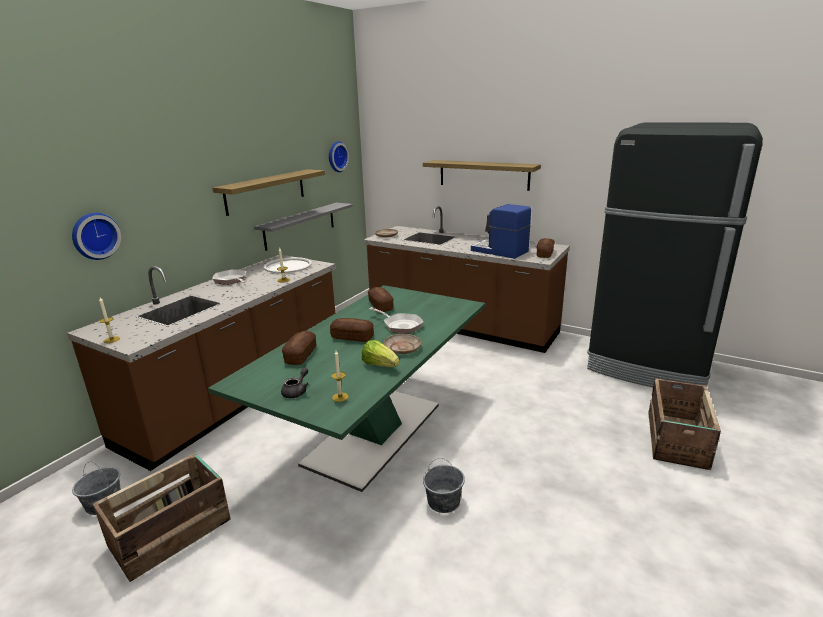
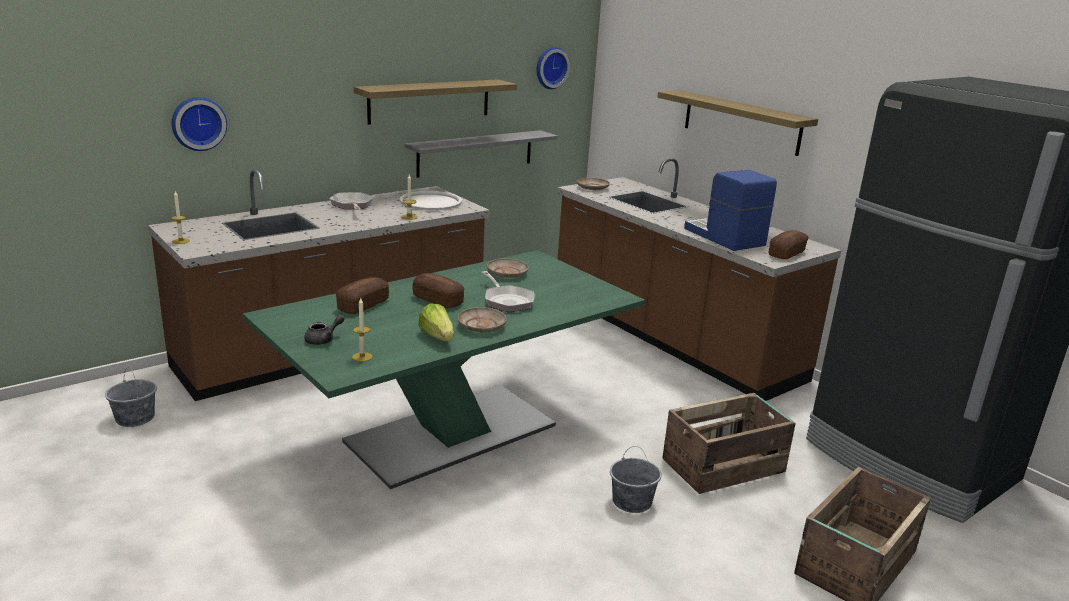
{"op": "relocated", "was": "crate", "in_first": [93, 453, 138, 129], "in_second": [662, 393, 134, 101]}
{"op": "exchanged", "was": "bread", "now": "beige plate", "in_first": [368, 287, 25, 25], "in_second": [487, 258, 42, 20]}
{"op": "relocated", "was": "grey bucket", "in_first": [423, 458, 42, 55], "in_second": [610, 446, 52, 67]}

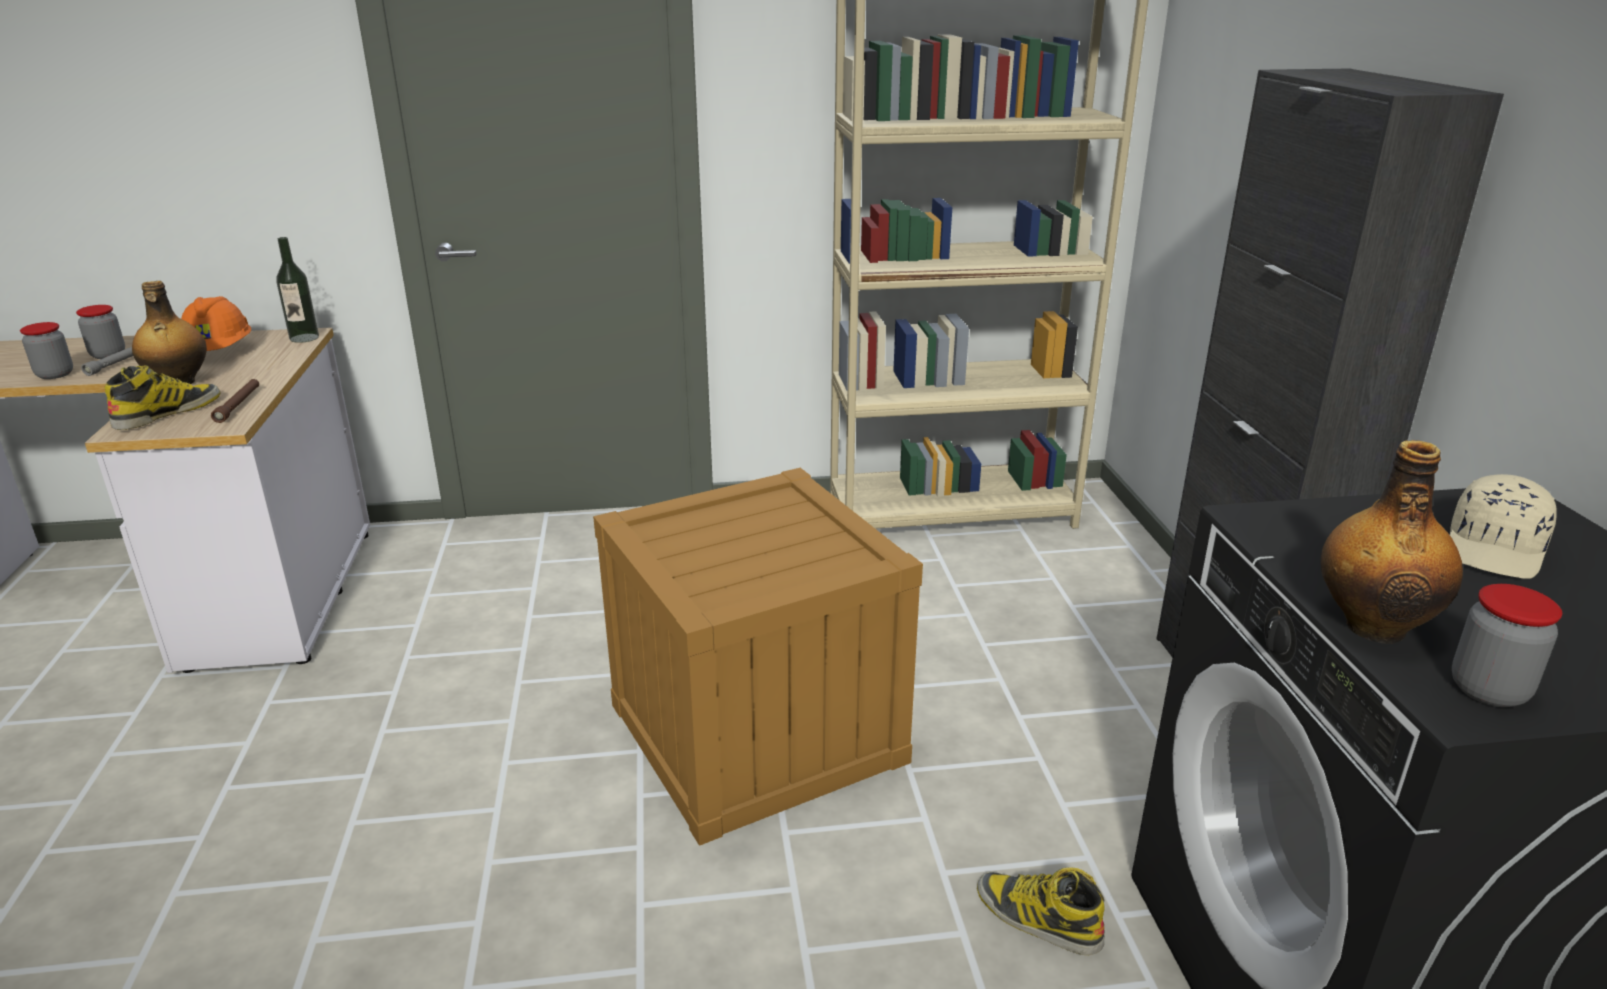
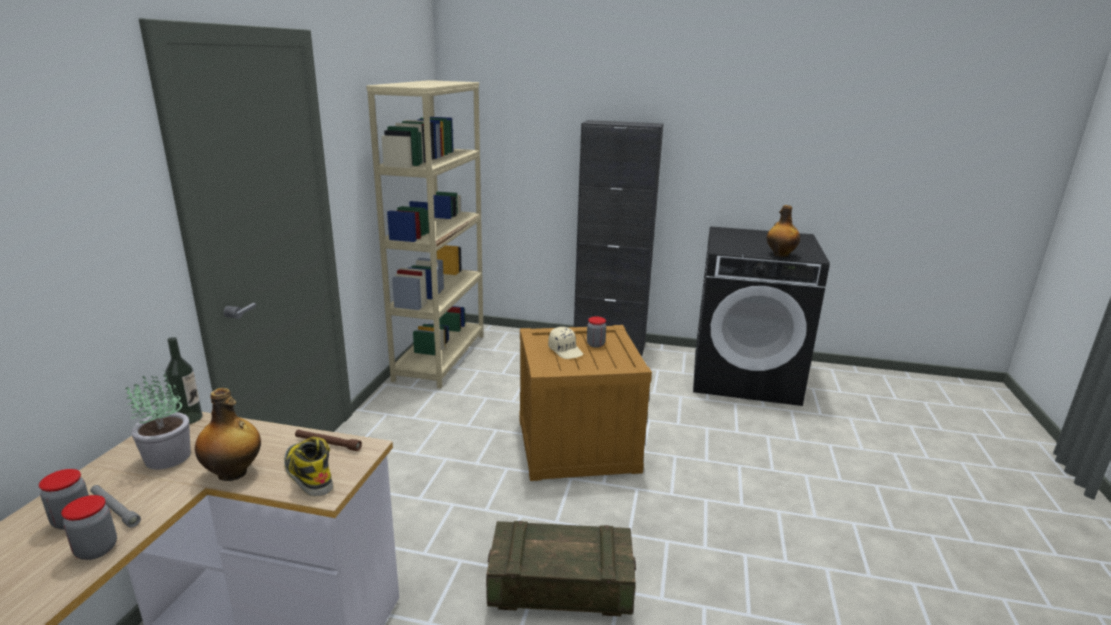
{"op": "exchanged", "was": "orange hard hat", "now": "potted plant", "in_first": [181, 296, 70, 55], "in_second": [126, 370, 65, 99]}
{"op": "missing", "was": "boot", "in_first": [977, 867, 128, 88]}
{"op": "relocated", "was": "beige cap", "in_first": [1450, 474, 107, 105], "in_second": [548, 327, 35, 32]}
{"op": "relocated", "was": "jar", "in_first": [1452, 584, 111, 123], "in_second": [587, 316, 19, 32]}
{"op": "appeared", "now": "crate", "in_second": [486, 521, 150, 95]}

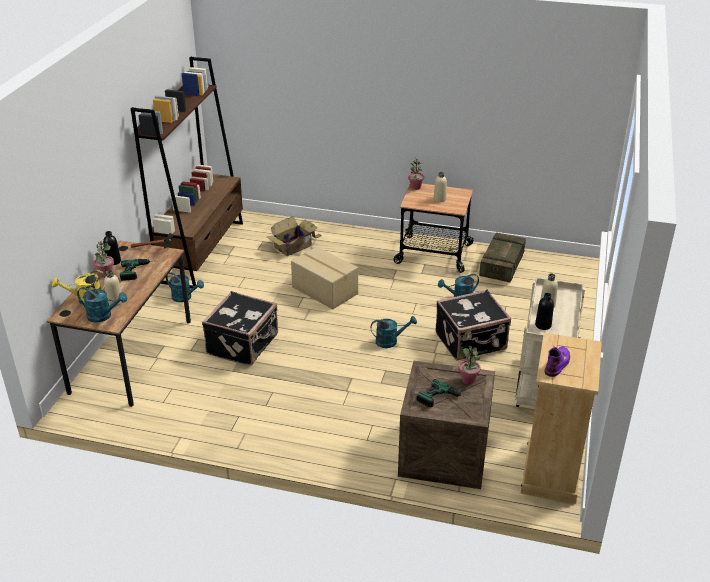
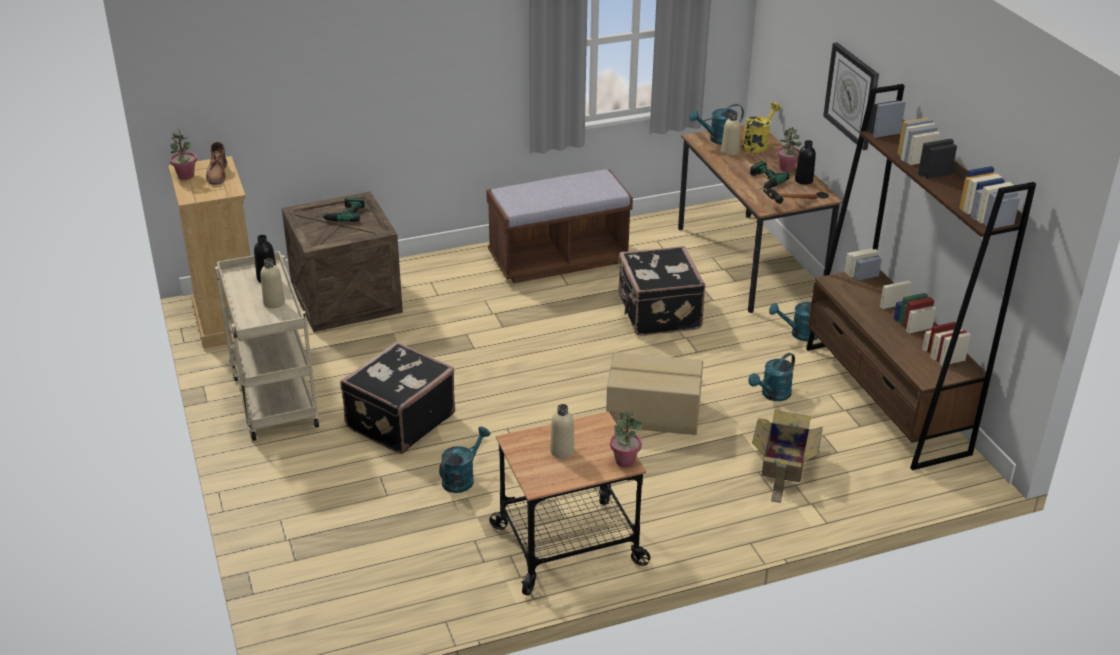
{"op": "relocated", "was": "turquoise watering can", "in_first": [370, 316, 47, 32], "in_second": [748, 353, 47, 48]}
{"op": "relocated", "was": "potted plant", "in_first": [458, 346, 23, 39], "in_second": [170, 129, 27, 51]}
{"op": "missing", "was": "crate", "in_first": [479, 232, 47, 50]}
{"op": "colour", "was": "purple boot", "now": "brown boot", "in_first": [544, 346, 26, 31], "in_second": [206, 142, 21, 43]}
{"op": "appeared", "now": "brown bench", "in_second": [486, 169, 147, 114]}
{"op": "appeared", "now": "wall clock", "in_second": [823, 42, 56, 108]}

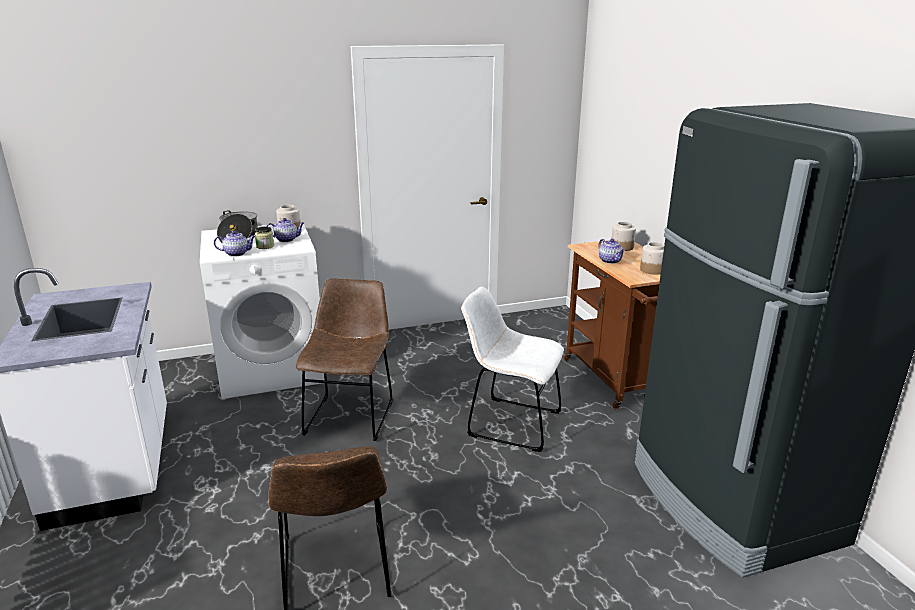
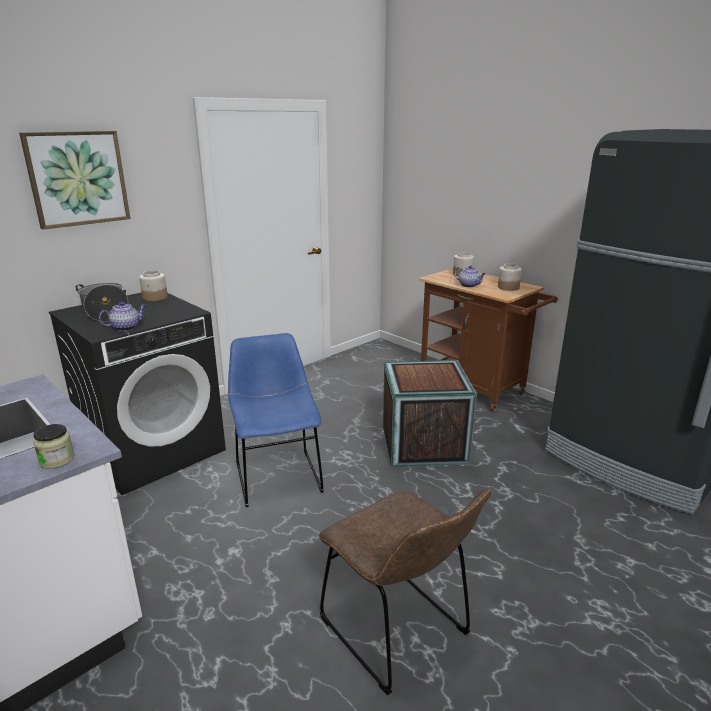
{"op": "colour", "was": "white washing machine", "now": "black washing machine", "in_first": [200, 224, 125, 175], "in_second": [49, 293, 177, 202]}
{"op": "relocated", "was": "jar", "in_first": [255, 226, 19, 23], "in_second": [33, 424, 41, 45]}
{"op": "missing", "was": "teapot", "in_first": [266, 218, 38, 24]}
{"op": "colour", "was": "brown chair", "now": "blue chair", "in_first": [296, 278, 97, 163], "in_second": [228, 333, 96, 174]}
{"op": "exchanged", "was": "white chair", "now": "crate", "in_first": [461, 286, 103, 166], "in_second": [383, 360, 94, 107]}
{"op": "appeared", "now": "picture", "in_second": [19, 131, 111, 99]}

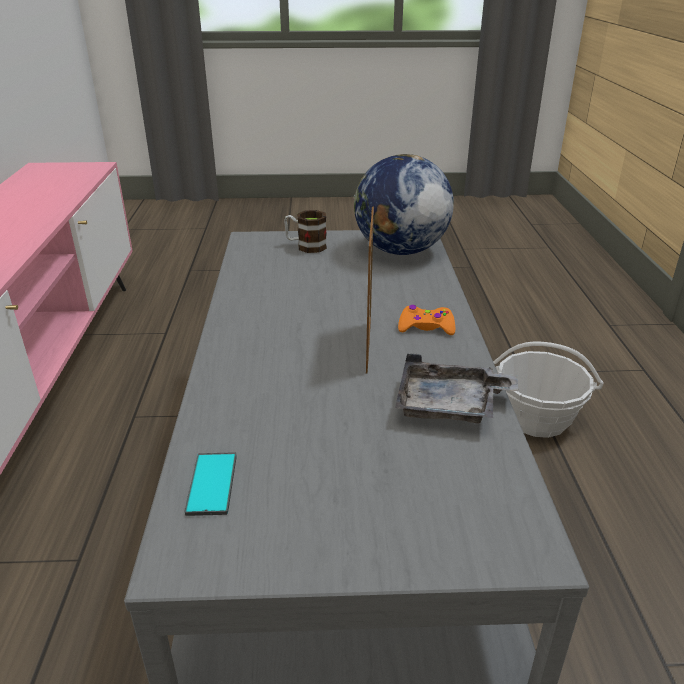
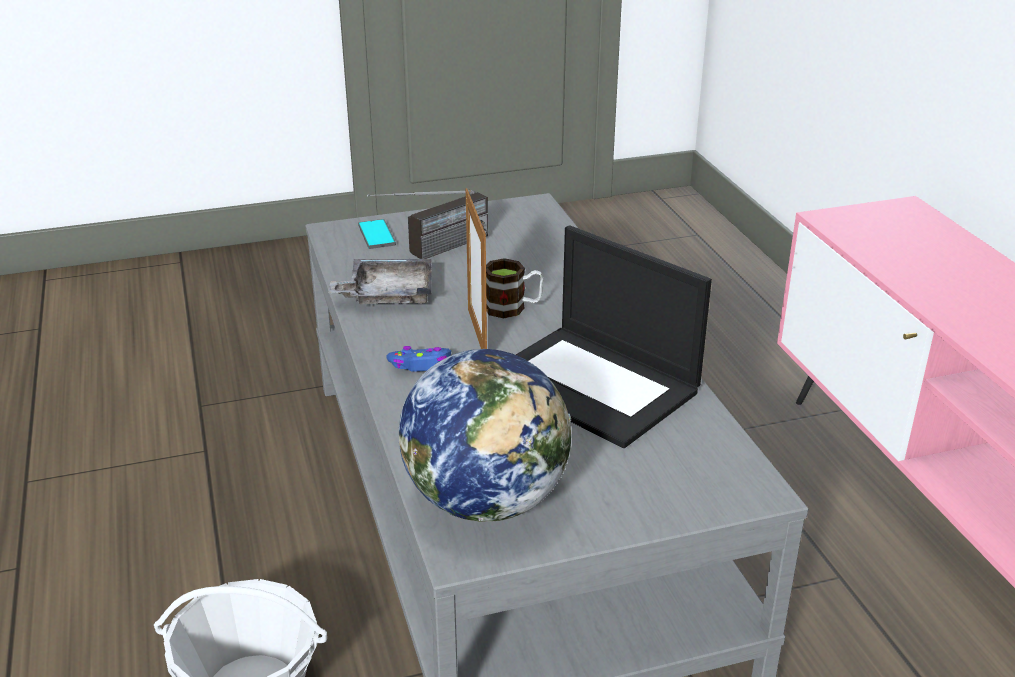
{"op": "relocated", "was": "phone", "in_first": [185, 452, 52, 64], "in_second": [358, 219, 38, 30]}
{"op": "relocated", "was": "mug", "in_first": [284, 210, 43, 43], "in_second": [486, 258, 58, 60]}
{"op": "colour", "was": "orange game controller", "now": "blue game controller", "in_first": [398, 305, 57, 30], "in_second": [386, 346, 65, 26]}
{"op": "appeared", "now": "radio", "in_second": [367, 190, 121, 69]}
{"op": "appeared", "now": "laptop", "in_second": [516, 225, 196, 223]}

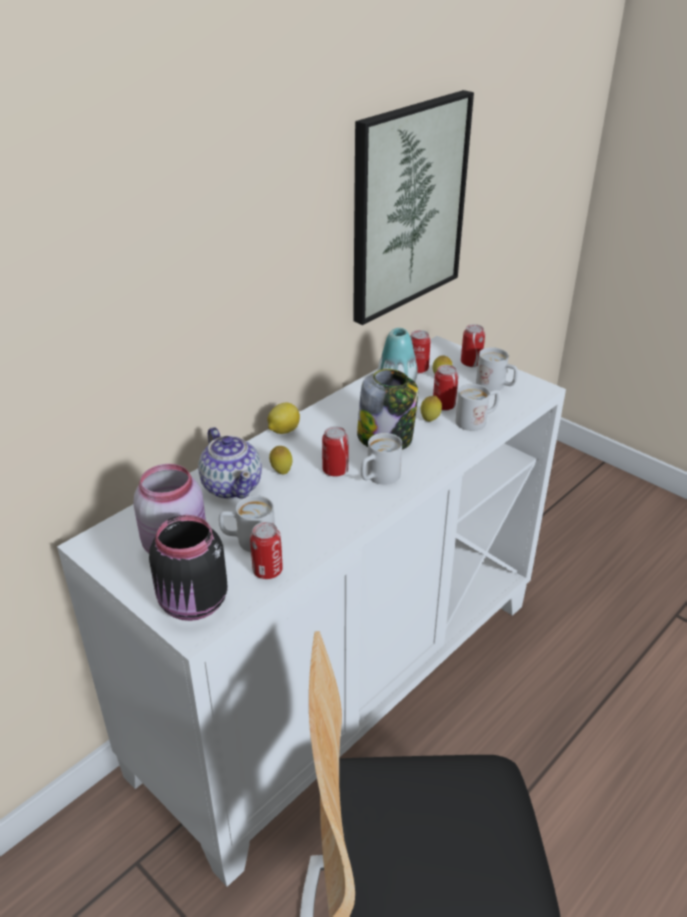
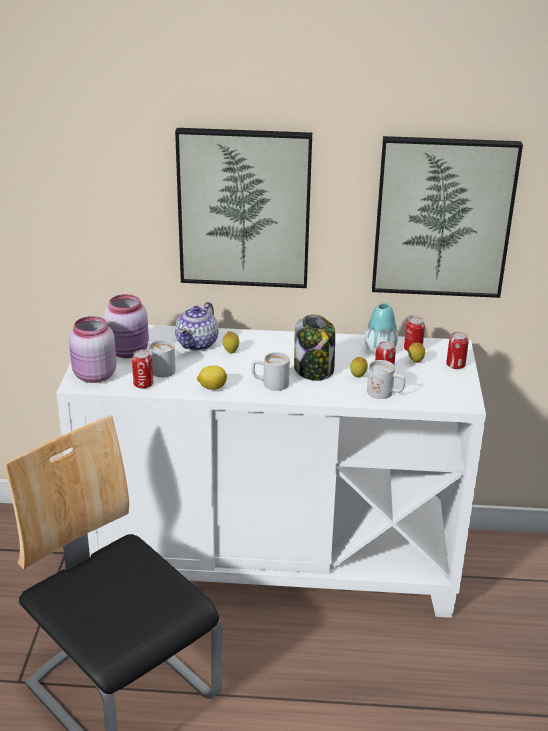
{"op": "colour", "was": "black jar", "now": "pink jar", "in_first": [149, 515, 79, 106], "in_second": [69, 316, 48, 67]}
{"op": "relocated", "was": "lemon", "in_first": [267, 403, 33, 31], "in_second": [197, 365, 30, 25]}
{"op": "missing", "was": "can", "in_first": [322, 426, 26, 51]}
{"op": "missing", "was": "white mug", "in_first": [476, 347, 42, 44]}
{"op": "appeared", "now": "picture", "in_second": [175, 128, 137, 160]}

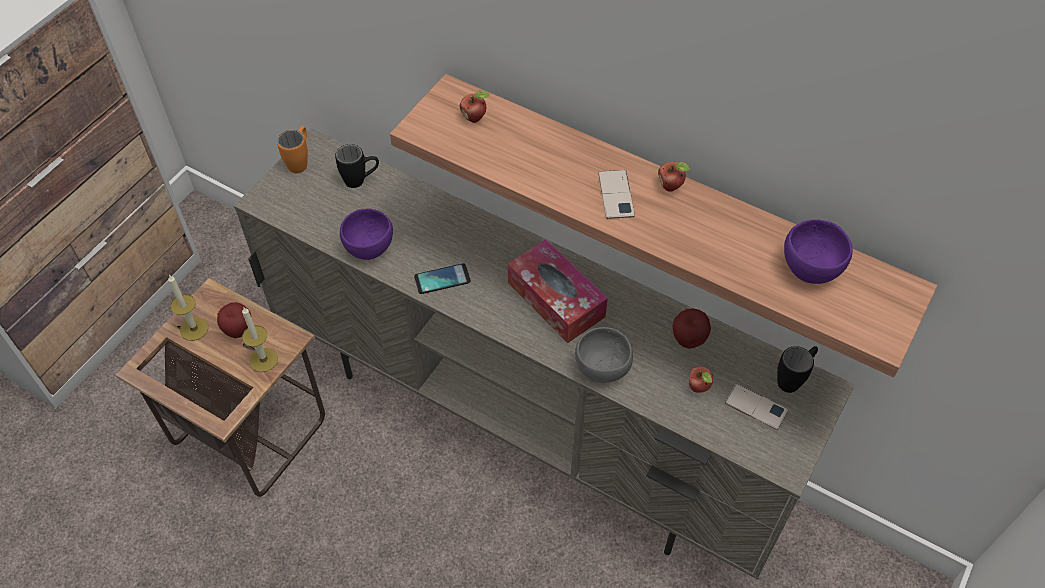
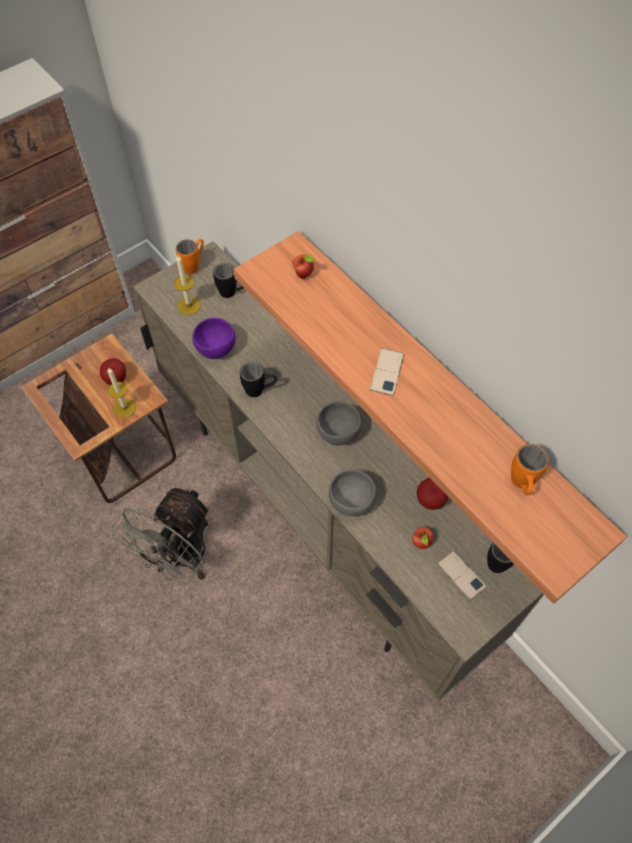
{"op": "relocated", "was": "candle", "in_first": [168, 275, 40, 66], "in_second": [174, 255, 27, 60]}
{"op": "exchanged", "was": "phone", "now": "black mug", "in_first": [414, 263, 57, 31], "in_second": [240, 362, 37, 35]}
{"op": "exchanged", "was": "tissue box", "now": "grey bowl", "in_first": [508, 239, 100, 104], "in_second": [316, 401, 46, 45]}
{"op": "missing", "was": "apple", "in_first": [658, 161, 32, 31]}
{"op": "exchanged", "was": "purple bowl", "now": "orange mug", "in_first": [784, 219, 69, 65], "in_second": [511, 444, 38, 51]}
{"op": "appeared", "now": "grey fan", "in_second": [112, 487, 98, 98]}

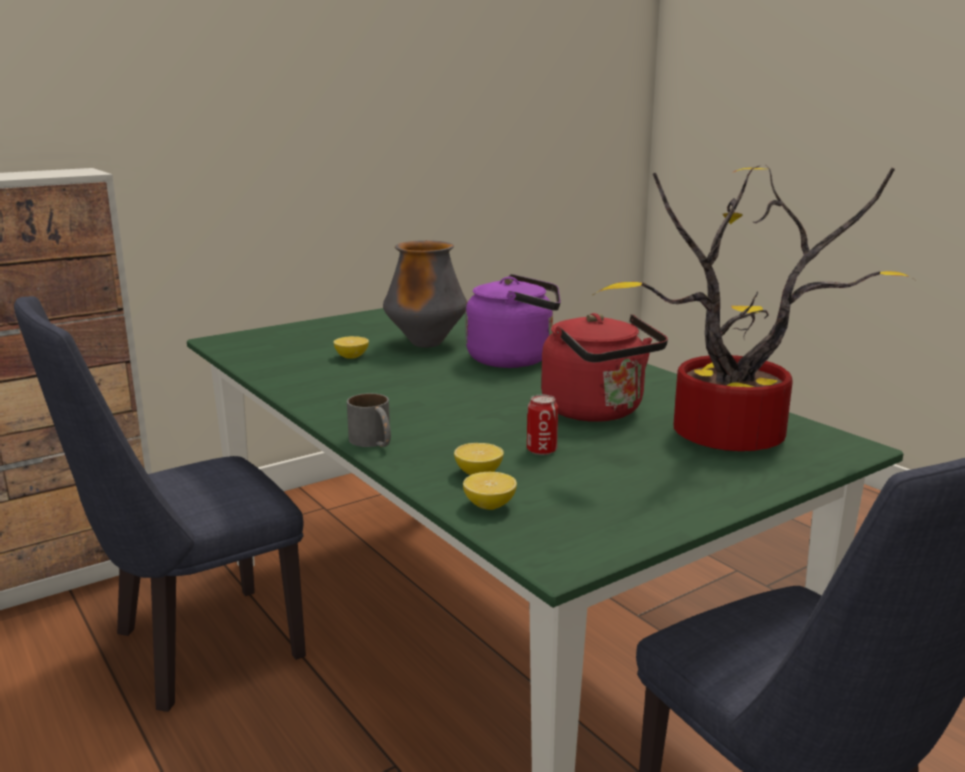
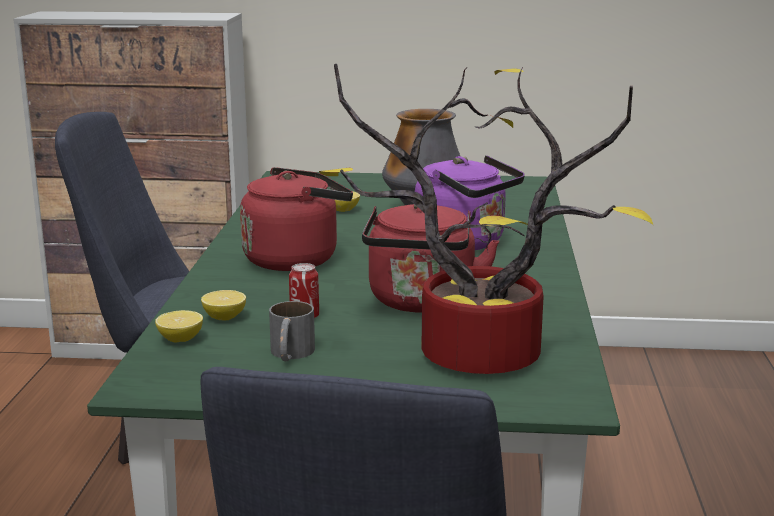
{"op": "relocated", "was": "grey mug", "in_first": [347, 393, 44, 54], "in_second": [269, 301, 46, 61]}
{"op": "appeared", "now": "red kettle", "in_second": [240, 167, 113, 104]}

